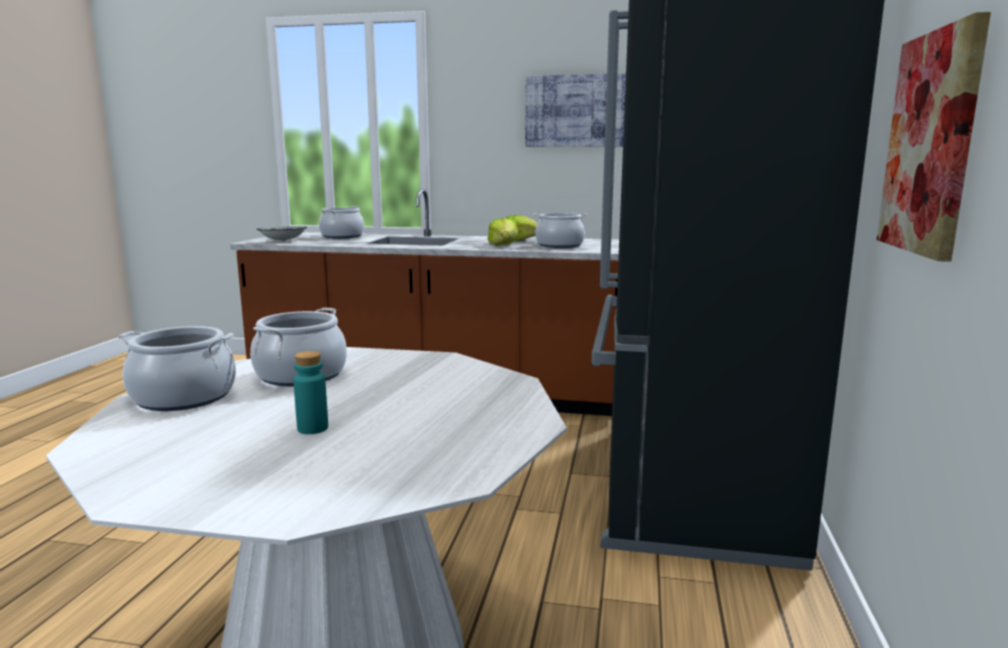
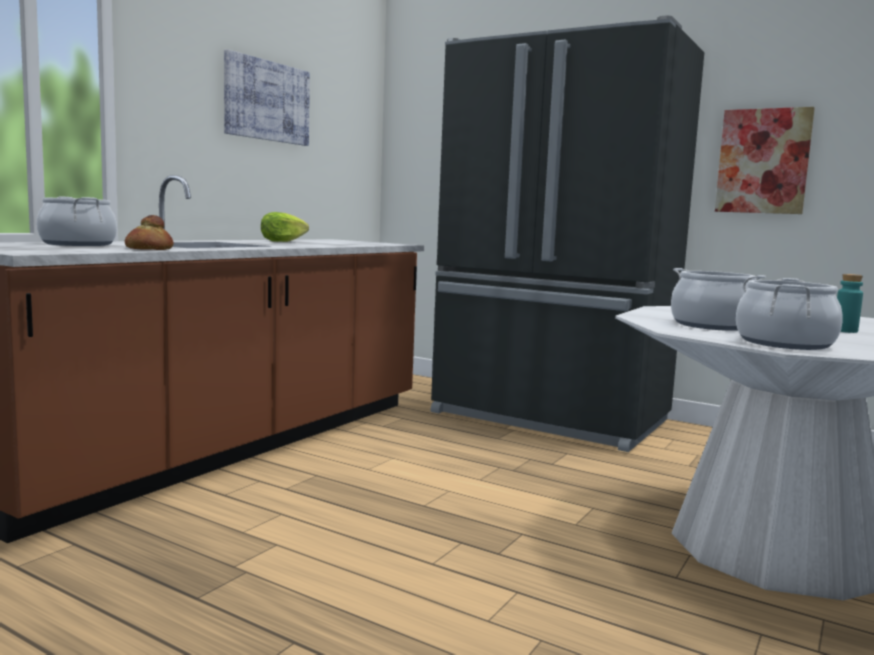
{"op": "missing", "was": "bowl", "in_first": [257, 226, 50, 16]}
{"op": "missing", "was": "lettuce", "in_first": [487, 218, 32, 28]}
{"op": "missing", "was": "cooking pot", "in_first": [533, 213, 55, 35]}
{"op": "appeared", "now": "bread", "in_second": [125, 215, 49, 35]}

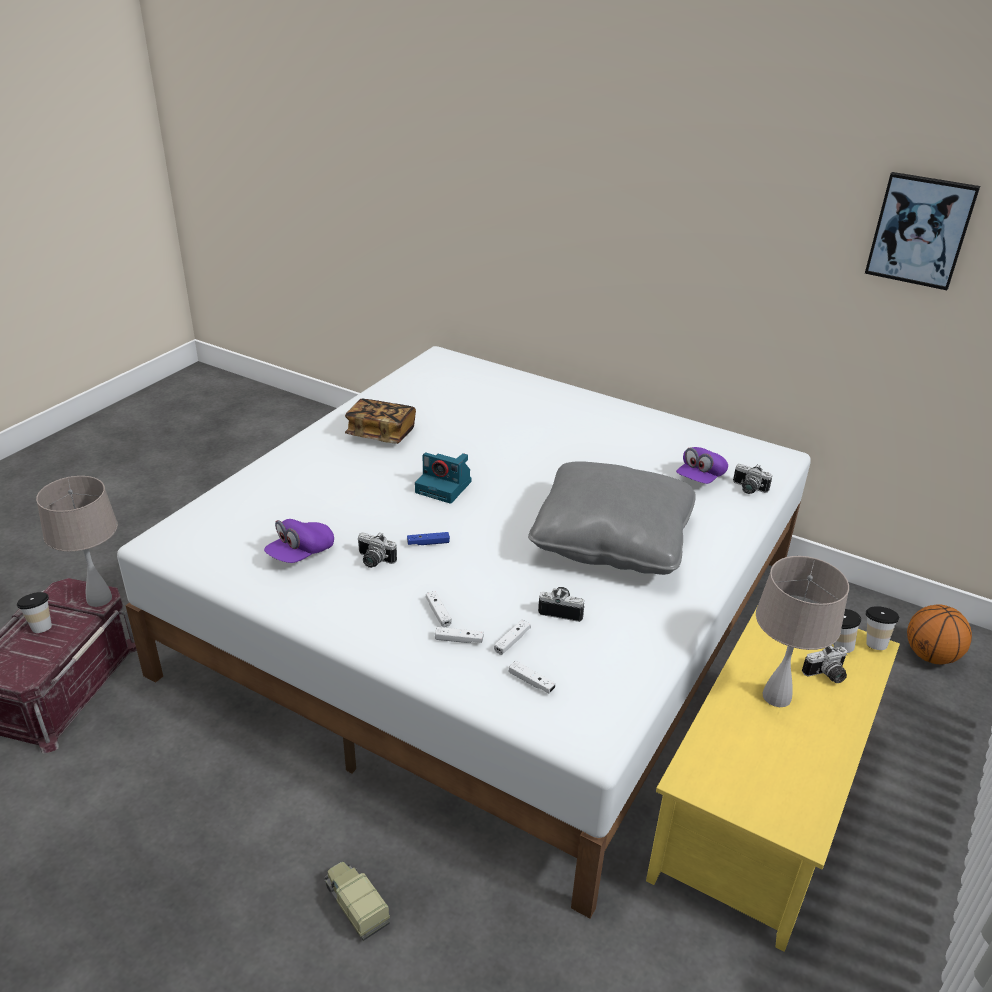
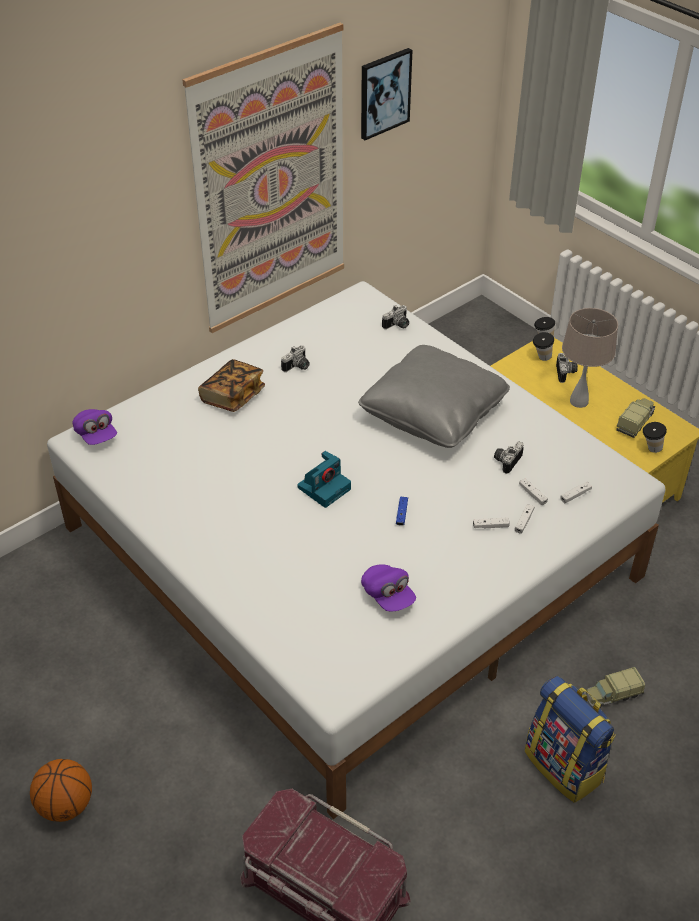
{"op": "relocated", "was": "cup", "in_first": [17, 592, 35, 41], "in_second": [643, 422, 24, 31]}
{"op": "missing", "was": "beige table lamp", "in_first": [36, 476, 82, 131]}
{"op": "relocated", "was": "book", "in_first": [345, 399, 71, 45], "in_second": [198, 359, 67, 53]}
{"op": "relocated", "was": "photo camera", "in_first": [358, 532, 39, 36], "in_second": [281, 345, 29, 27]}
{"op": "relocated", "was": "purple cap", "in_first": [676, 447, 52, 37], "in_second": [72, 409, 45, 36]}
{"op": "relocated", "was": "basketball", "in_first": [907, 604, 65, 61], "in_second": [30, 759, 62, 63]}
{"op": "appeared", "now": "picture", "in_second": [182, 23, 162, 310]}
{"op": "appeared", "now": "backpack", "in_second": [525, 676, 91, 127]}
{"op": "appeared", "now": "toy truck", "in_second": [616, 398, 39, 40]}

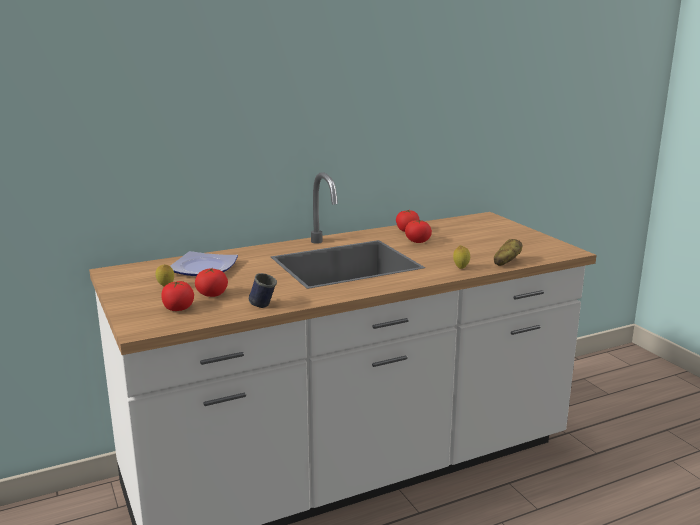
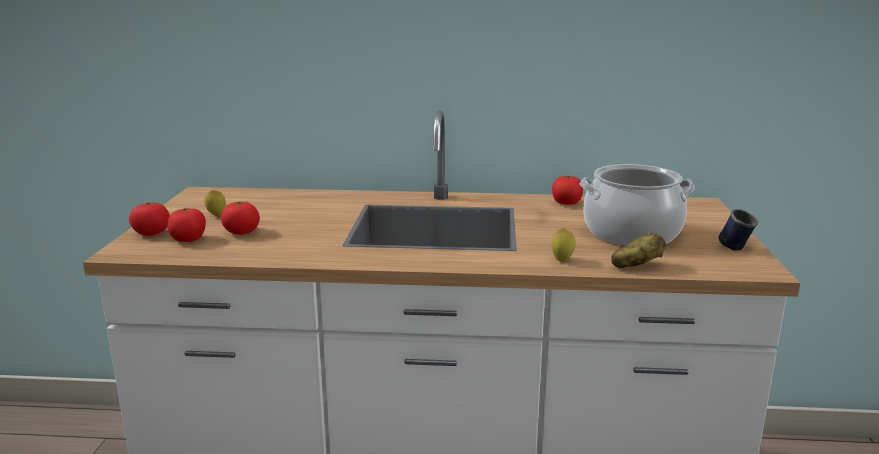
{"op": "missing", "was": "plate", "in_first": [170, 251, 68, 25]}
{"op": "relocated", "was": "blue mug", "in_first": [249, 273, 28, 35], "in_second": [718, 209, 40, 41]}
{"op": "relocated", "was": "tomato", "in_first": [405, 220, 27, 23], "in_second": [129, 202, 41, 34]}
{"op": "appeared", "now": "cooking pot", "in_second": [580, 164, 115, 82]}

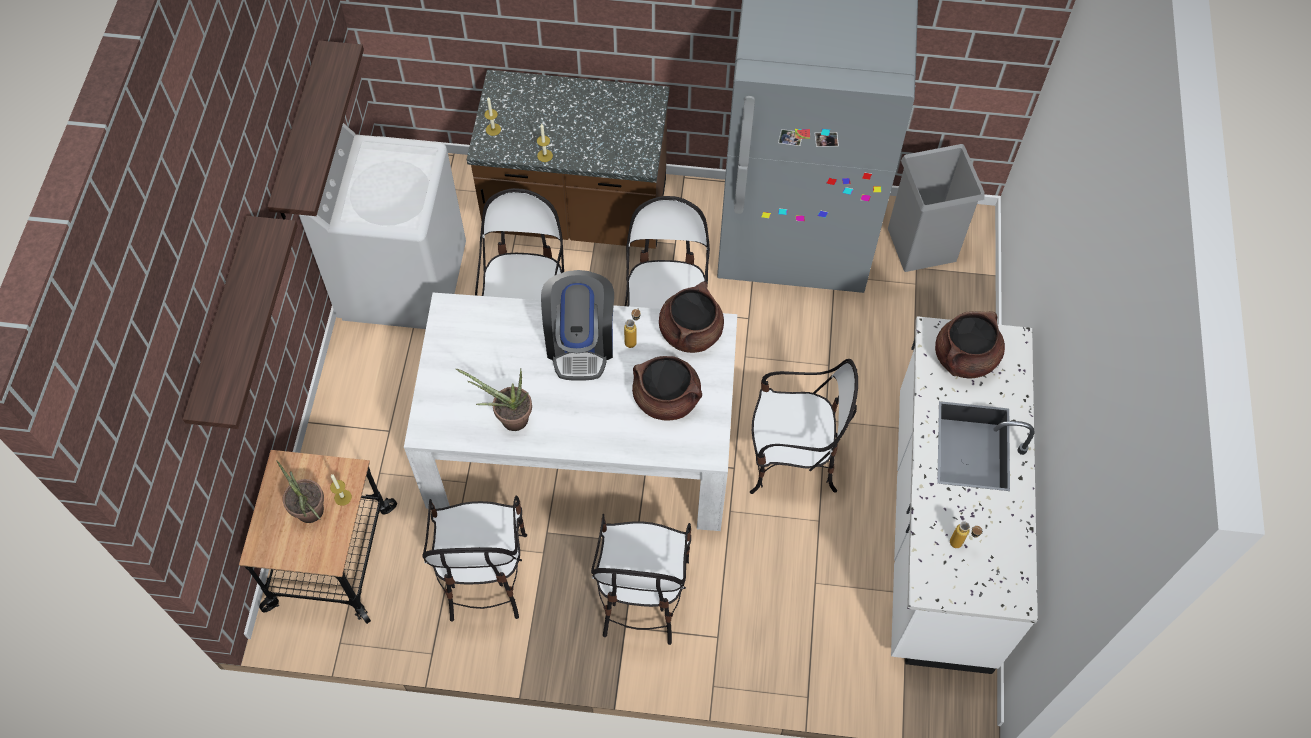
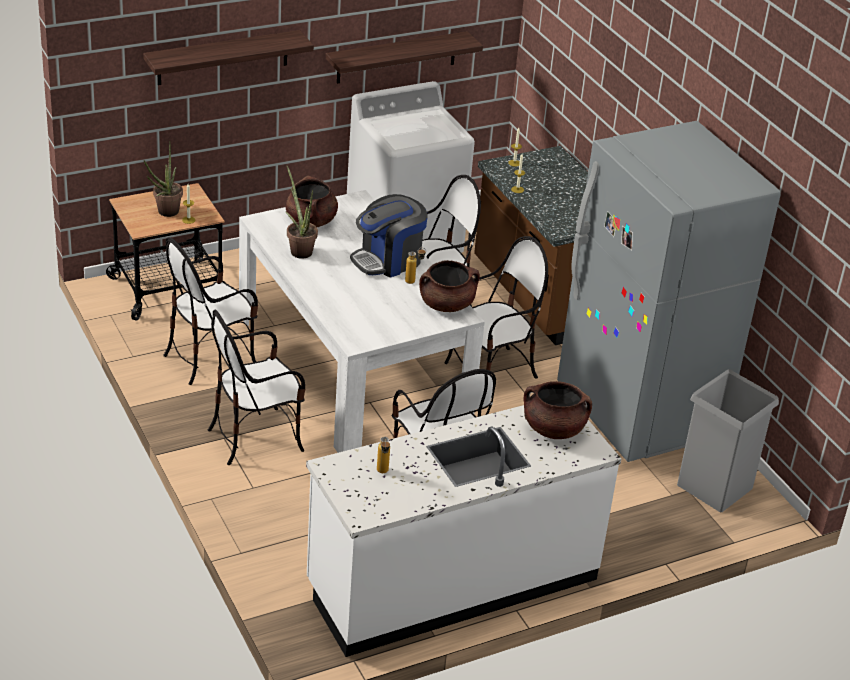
{"op": "relocated", "was": "brown cooking pot", "in_first": [632, 356, 70, 64], "in_second": [286, 176, 52, 51]}

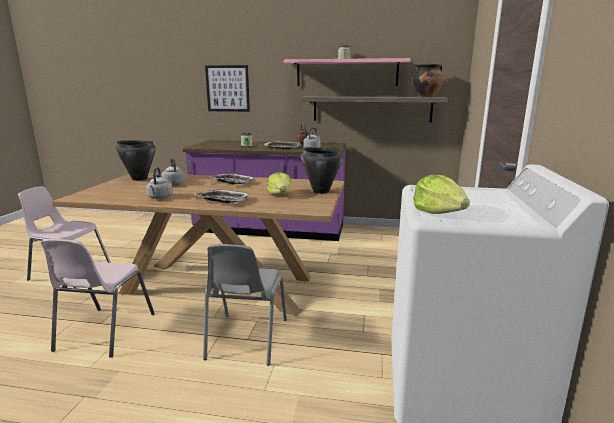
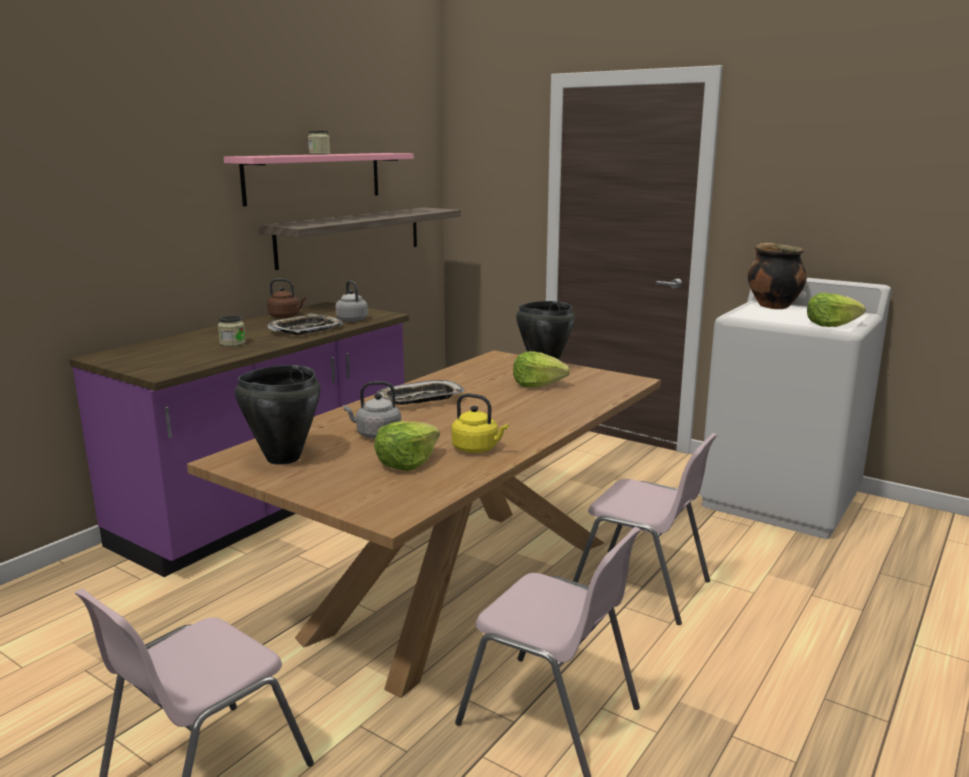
{"op": "colour", "was": "grey kettle", "now": "yellow kettle", "in_first": [146, 167, 27, 32], "in_second": [451, 393, 58, 60]}
{"op": "missing", "was": "tray", "in_first": [194, 189, 55, 14]}
{"op": "colour", "was": "grey chair", "now": "pink chair", "in_first": [203, 244, 84, 122], "in_second": [573, 433, 144, 192]}
{"op": "missing", "was": "picture", "in_first": [205, 65, 45, 47]}
{"op": "relocated", "was": "cooking pot", "in_first": [412, 63, 32, 34], "in_second": [748, 243, 59, 66]}
{"op": "appeared", "now": "lettuce", "in_second": [374, 421, 66, 50]}

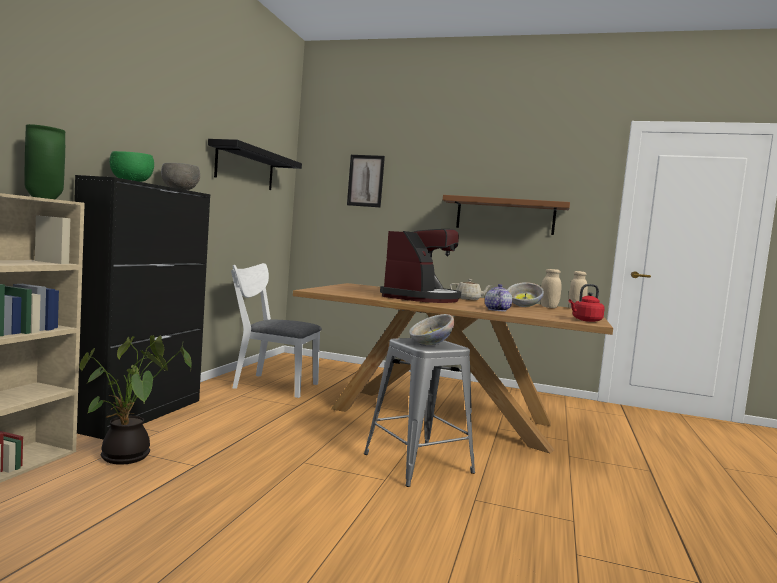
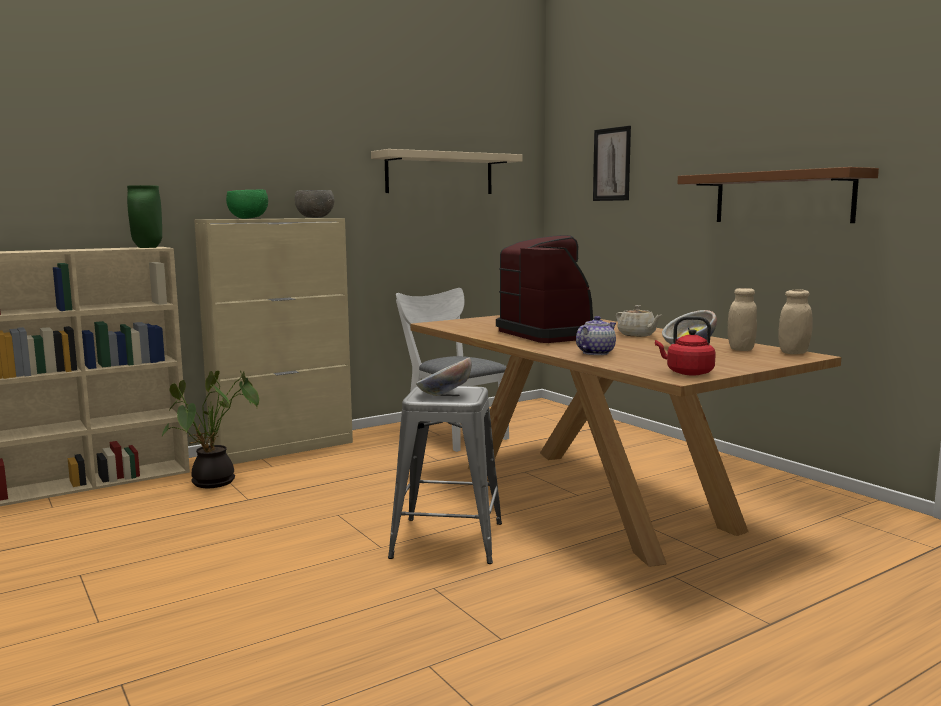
{"op": "colour", "was": "black cabinet", "now": "beige cabinet", "in_first": [74, 175, 136, 265], "in_second": [194, 218, 159, 246]}
{"op": "colour", "was": "black shelf", "now": "beige shelf", "in_first": [208, 139, 94, 51], "in_second": [371, 149, 152, 45]}
{"op": "spun", "was": "coffee machine", "in_first": [380, 229, 81, 74], "in_second": [496, 235, 107, 108], "clockwise": -90}

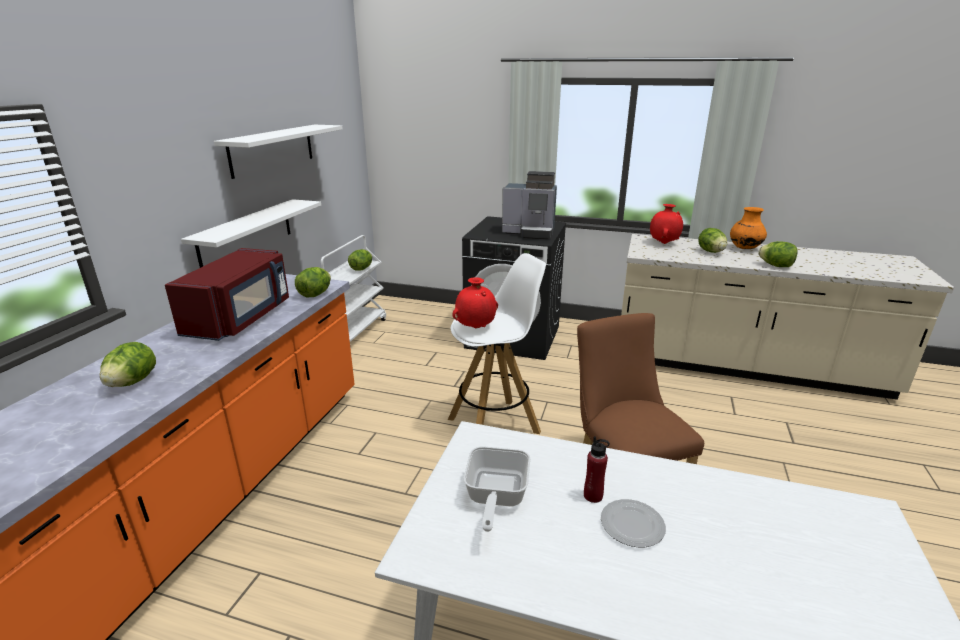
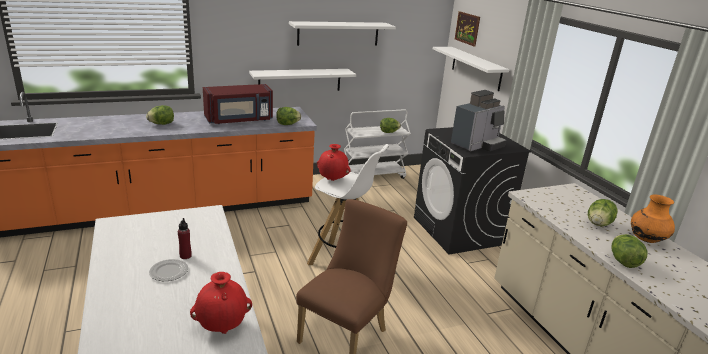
{"op": "missing", "was": "frying pan", "in_first": [464, 447, 67, 85]}
{"op": "spun", "was": "coffee machine", "in_first": [502, 171, 55, 69], "in_second": [451, 90, 55, 62], "clockwise": -105}
{"op": "relocated", "was": "red vase", "in_first": [650, 204, 33, 40], "in_second": [190, 272, 62, 62]}
{"op": "appeared", "now": "white shelf", "in_second": [433, 47, 76, 44]}
{"op": "appeared", "now": "picture", "in_second": [455, 11, 25, 36]}

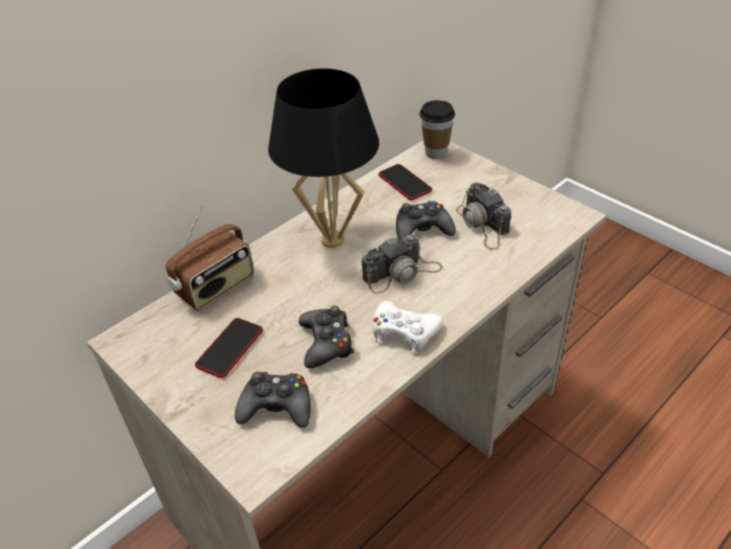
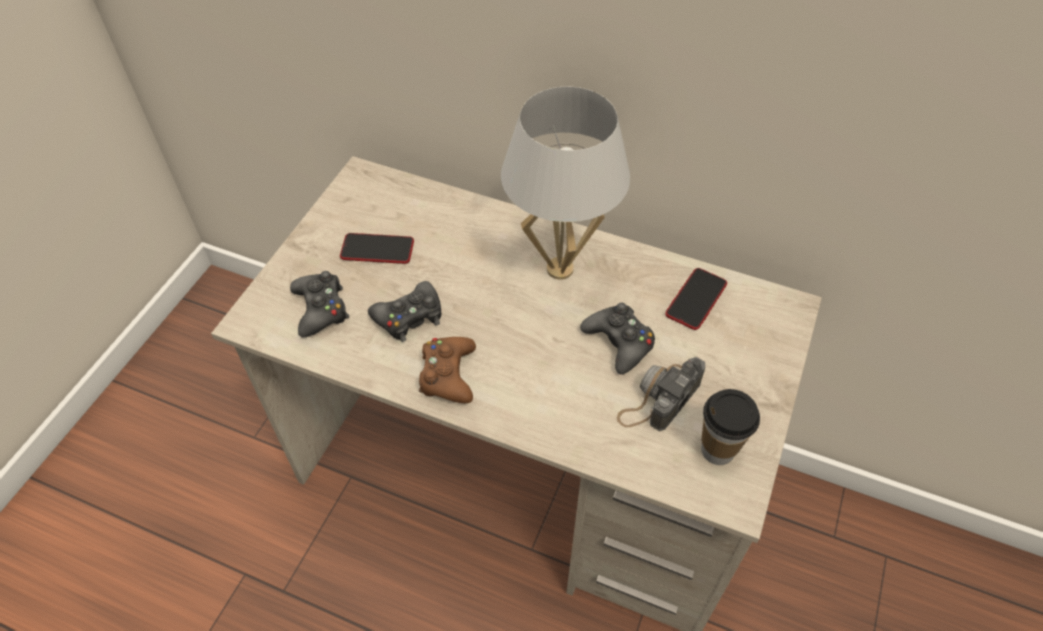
{"op": "missing", "was": "radio", "in_first": [166, 206, 88, 105]}
{"op": "colour", "was": "black table lamp", "now": "white table lamp", "in_first": [268, 68, 111, 180], "in_second": [501, 87, 129, 193]}
{"op": "missing", "was": "photo camera", "in_first": [362, 234, 81, 60]}
{"op": "colour", "was": "white game controller", "now": "brown game controller", "in_first": [373, 301, 70, 53], "in_second": [419, 337, 57, 67]}
{"op": "relocated", "was": "cup", "in_first": [419, 100, 36, 59], "in_second": [701, 389, 59, 76]}

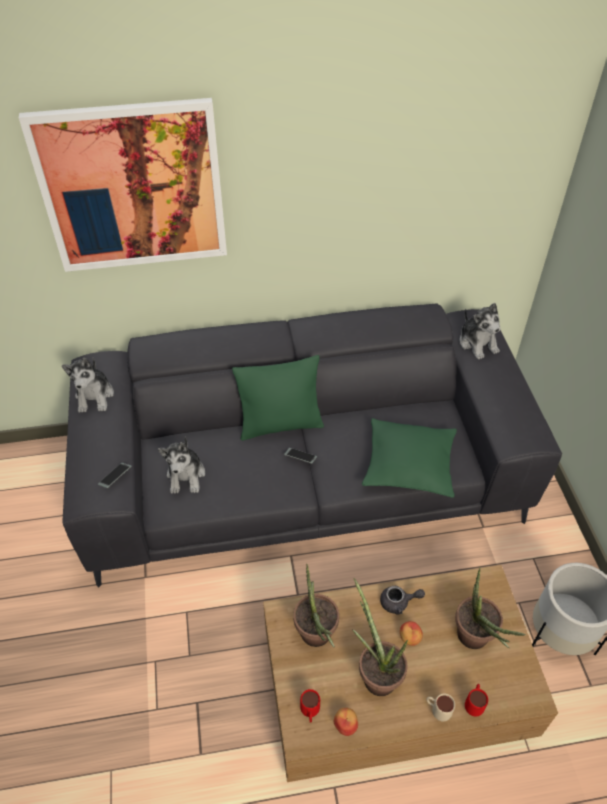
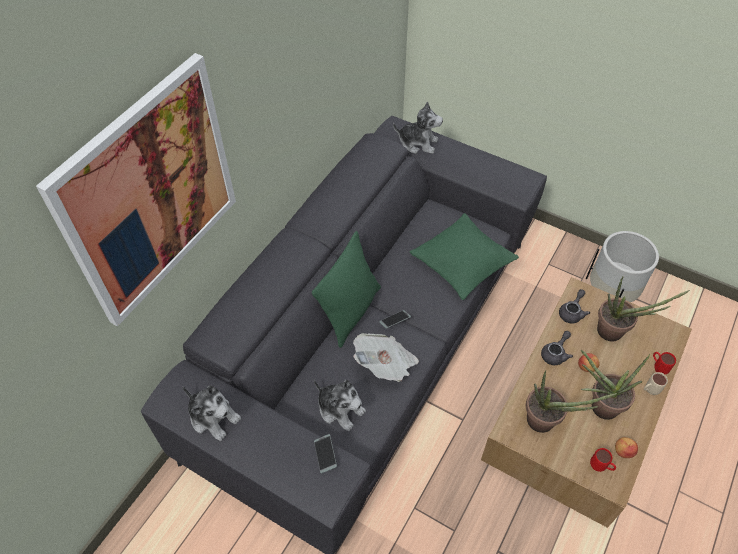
{"op": "appeared", "now": "newspaper", "in_second": [353, 333, 66, 49]}
{"op": "appeared", "now": "grey teapot", "in_second": [559, 289, 31, 35]}

